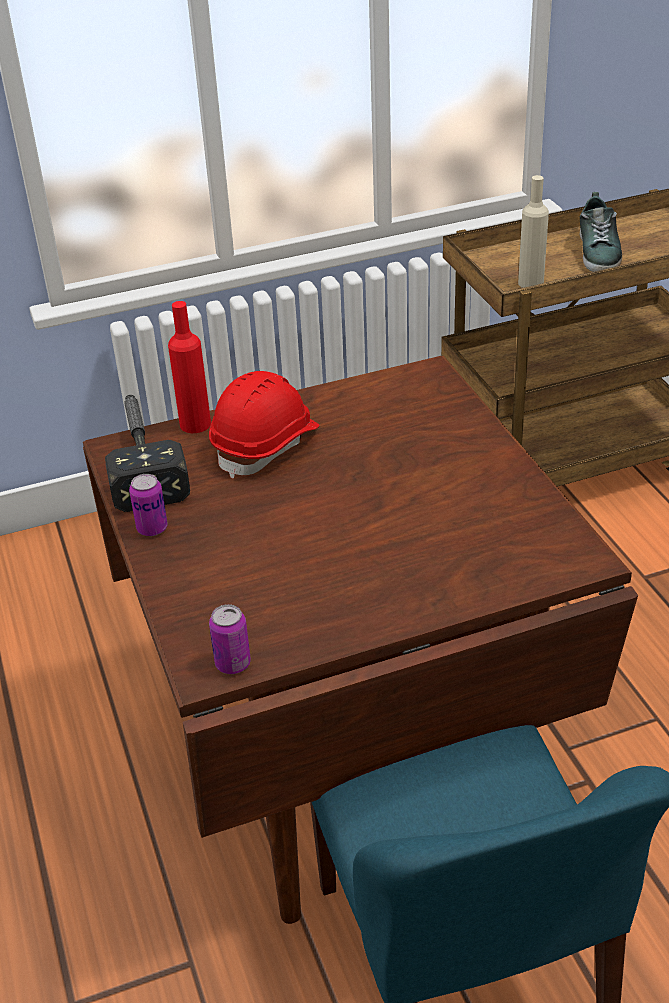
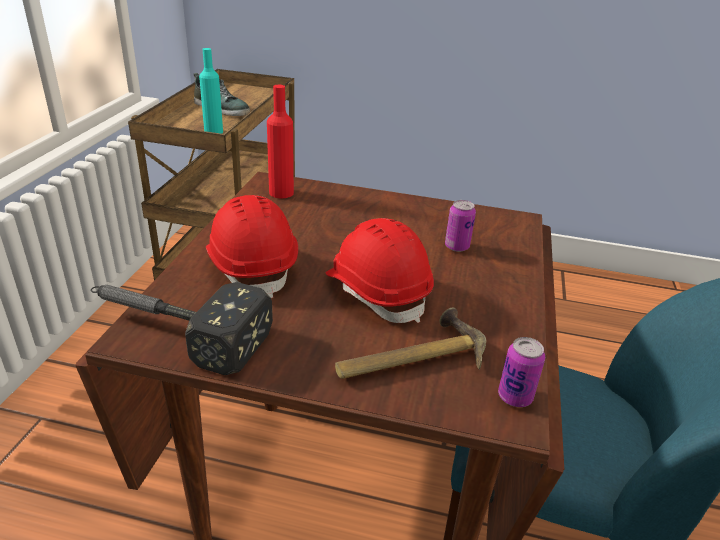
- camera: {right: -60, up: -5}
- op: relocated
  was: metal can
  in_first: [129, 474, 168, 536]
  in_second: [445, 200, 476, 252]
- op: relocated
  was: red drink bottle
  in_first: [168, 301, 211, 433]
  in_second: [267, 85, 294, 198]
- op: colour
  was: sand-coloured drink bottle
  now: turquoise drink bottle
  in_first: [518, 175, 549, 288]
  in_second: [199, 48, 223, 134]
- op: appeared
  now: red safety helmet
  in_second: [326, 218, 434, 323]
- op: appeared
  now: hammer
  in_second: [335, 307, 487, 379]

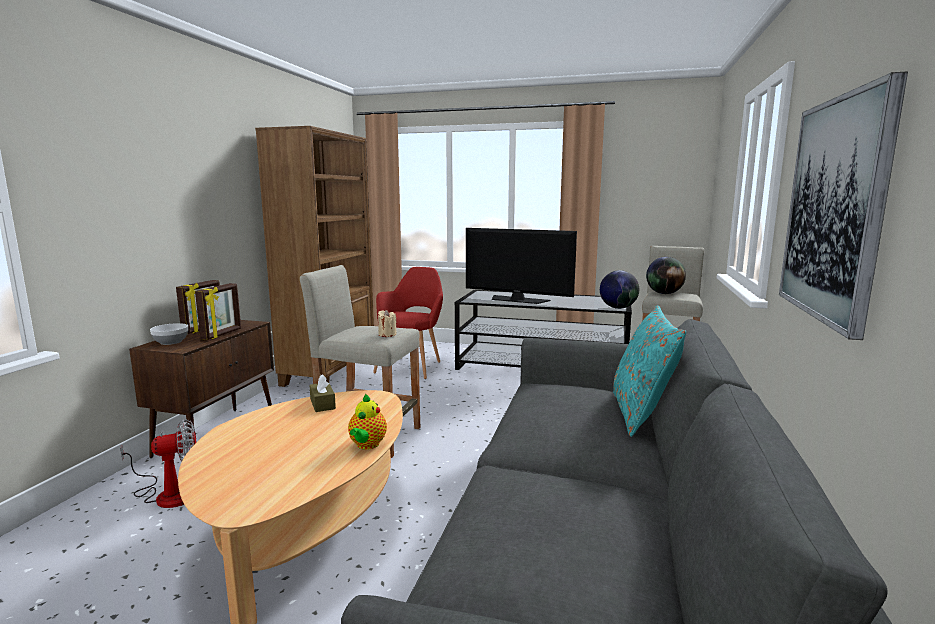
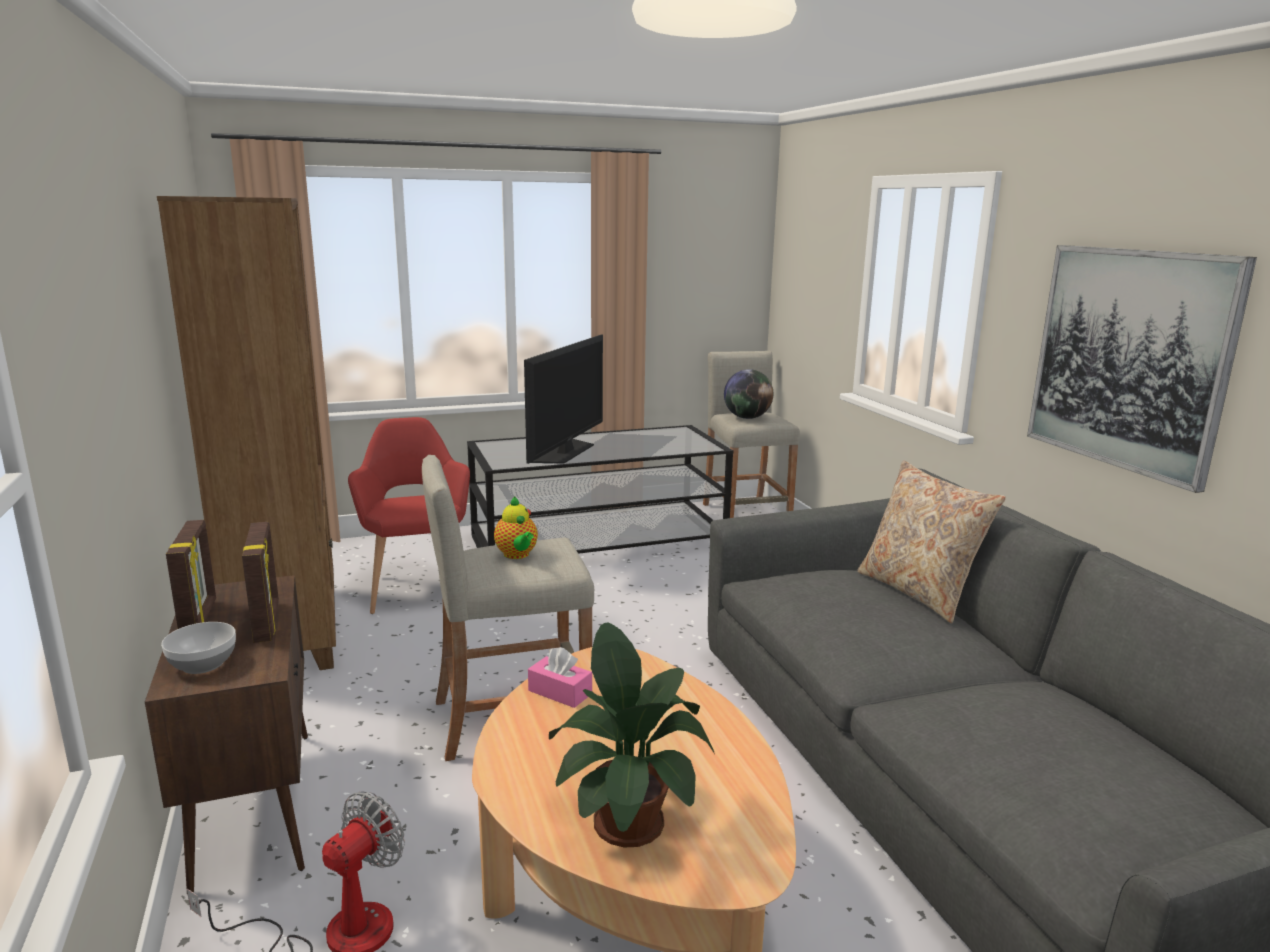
- camera: {right: -35, up: 5}
- op: colour
  was: brown tissue holder
  now: pink-coloured tissue holder
  in_first: [309, 374, 336, 412]
  in_second: [528, 647, 592, 708]
- op: relocated
  was: teapot
  in_first: [348, 394, 387, 450]
  in_second: [494, 497, 538, 559]
- op: missing
  was: sand-coloured wax light
  in_first: [378, 310, 397, 337]
- op: spun
  was: TV set
  in_first: [466, 228, 577, 304]
  in_second: [524, 334, 603, 464]
  clockwise: -60
- op: missing
  was: world globe
  in_first: [600, 270, 639, 309]
- op: colour
  was: turquoise pillow
  now: sand-coloured pillow
  in_first: [613, 305, 686, 437]
  in_second: [857, 460, 1006, 623]
- op: appeared
  now: houseplant
  in_second: [549, 622, 715, 847]

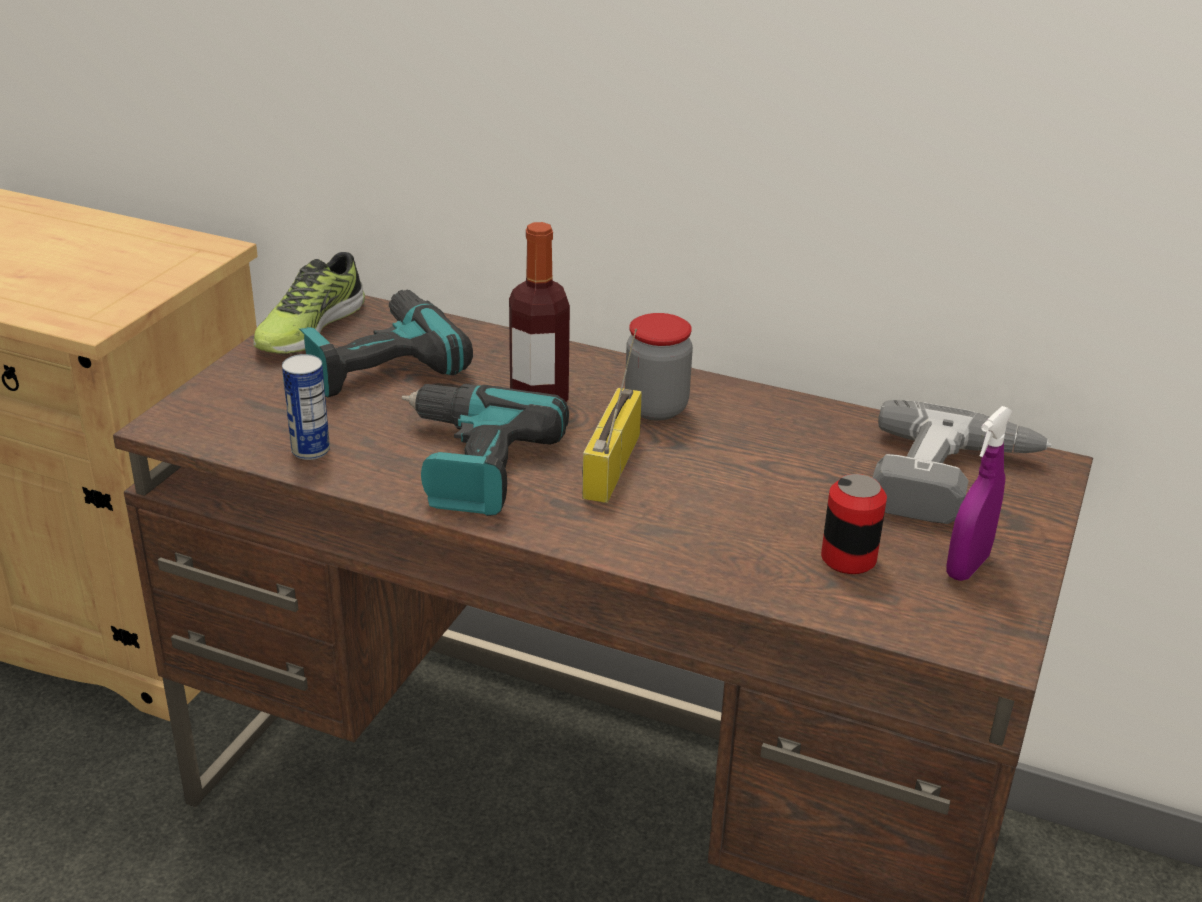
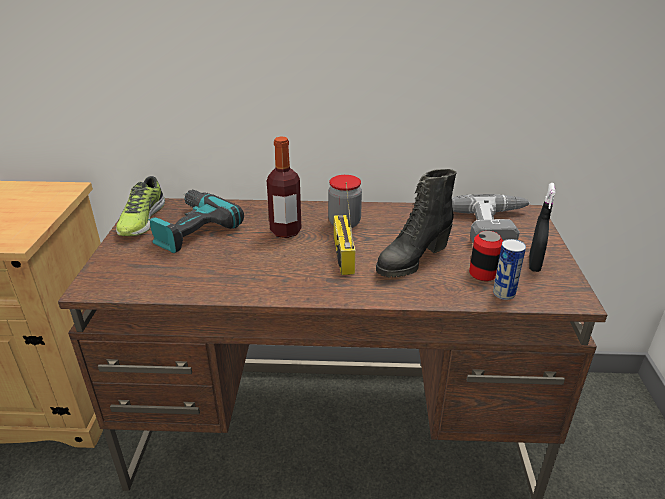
- camera: {right: -20, up: 0}
- op: relocated
  was: metal can
  in_first: [282, 354, 330, 460]
  in_second: [493, 239, 526, 300]
- op: missing
  was: drill
  in_first: [402, 384, 569, 516]
- op: colour
  was: purple spray bottle
  now: black-coloured spray bottle
  in_first: [946, 406, 1013, 581]
  in_second: [529, 183, 556, 272]
- op: appeared
  now: black-coloured tall boot
  in_second: [376, 169, 456, 278]

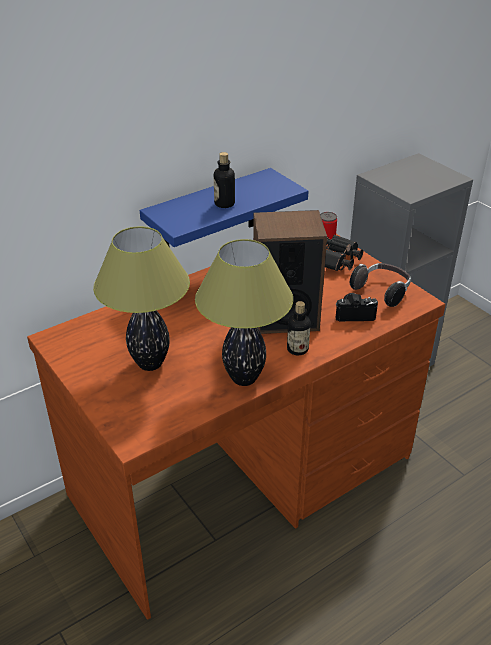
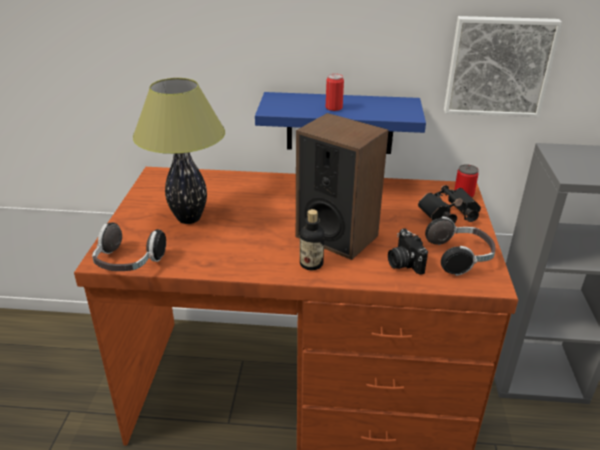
- camera: {right: 40, up: -5}
- op: missing
  was: table lamp
  in_first: [195, 239, 293, 386]
- op: exchanged
  was: drink bottle
  now: metal can
  in_first: [214, 152, 235, 208]
  in_second: [326, 74, 344, 111]
- op: spun
  was: photo camera
  in_first: [336, 293, 378, 321]
  in_second: [388, 229, 428, 275]
  clockwise: -150
- op: appeared
  now: pair of headphones
  in_second: [92, 223, 166, 271]
- op: appeared
  now: wall art
  in_second: [444, 16, 562, 117]

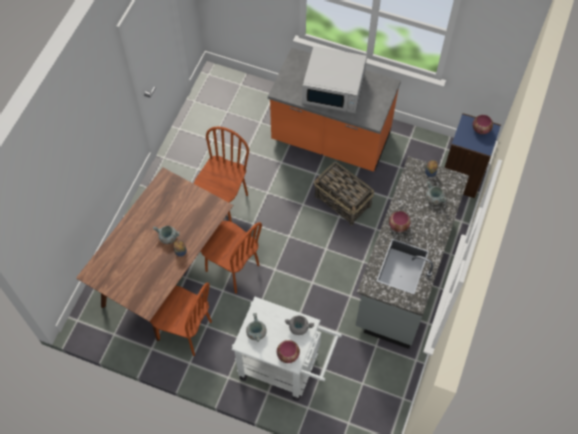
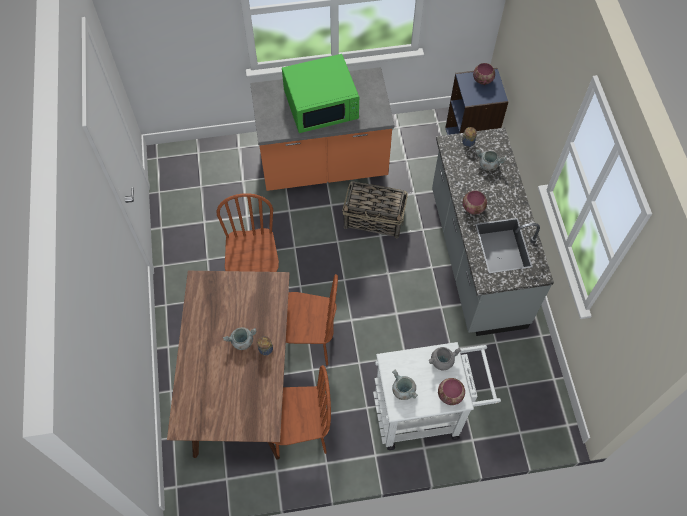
- camera: {right: -30, up: 0}
- op: colour
  was: whitish microwave oven
  now: greenish microwave oven
  in_first: [302, 46, 367, 113]
  in_second: [282, 54, 359, 133]

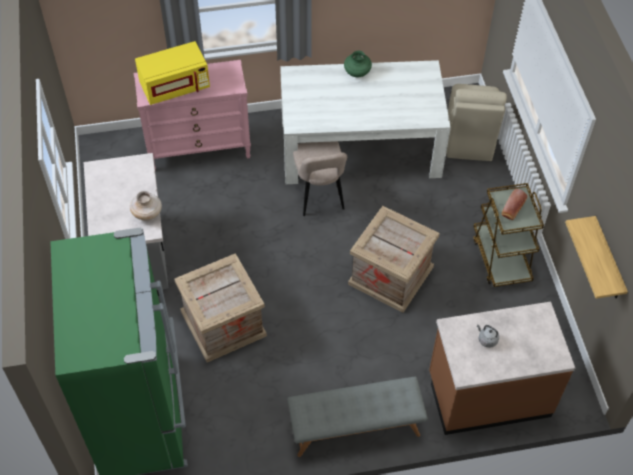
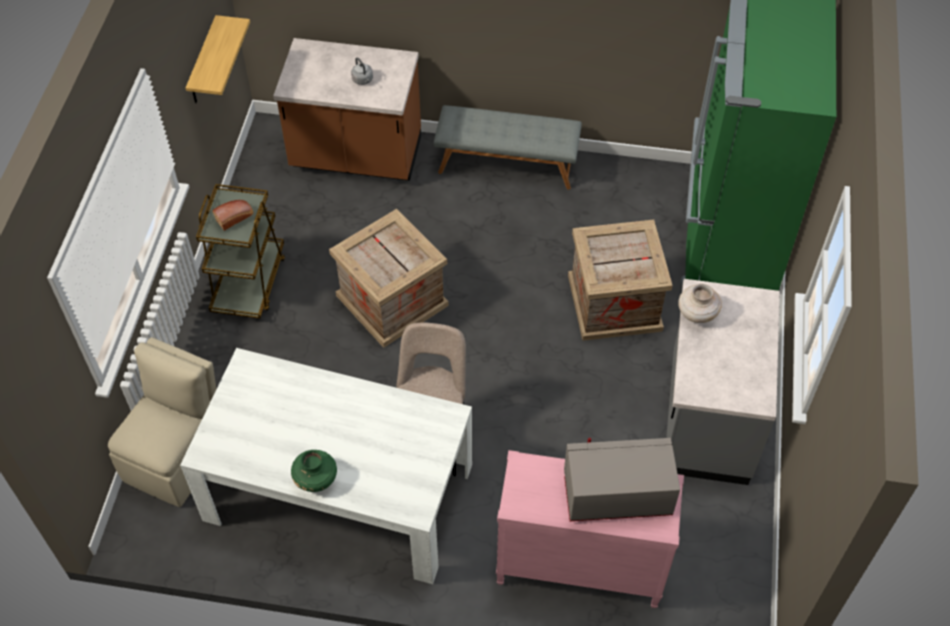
- camera: {right: -160, up: 0}
- op: colour
  was: yellow microwave oven
  now: gray microwave oven
  in_first: [135, 41, 210, 105]
  in_second: [564, 438, 680, 521]

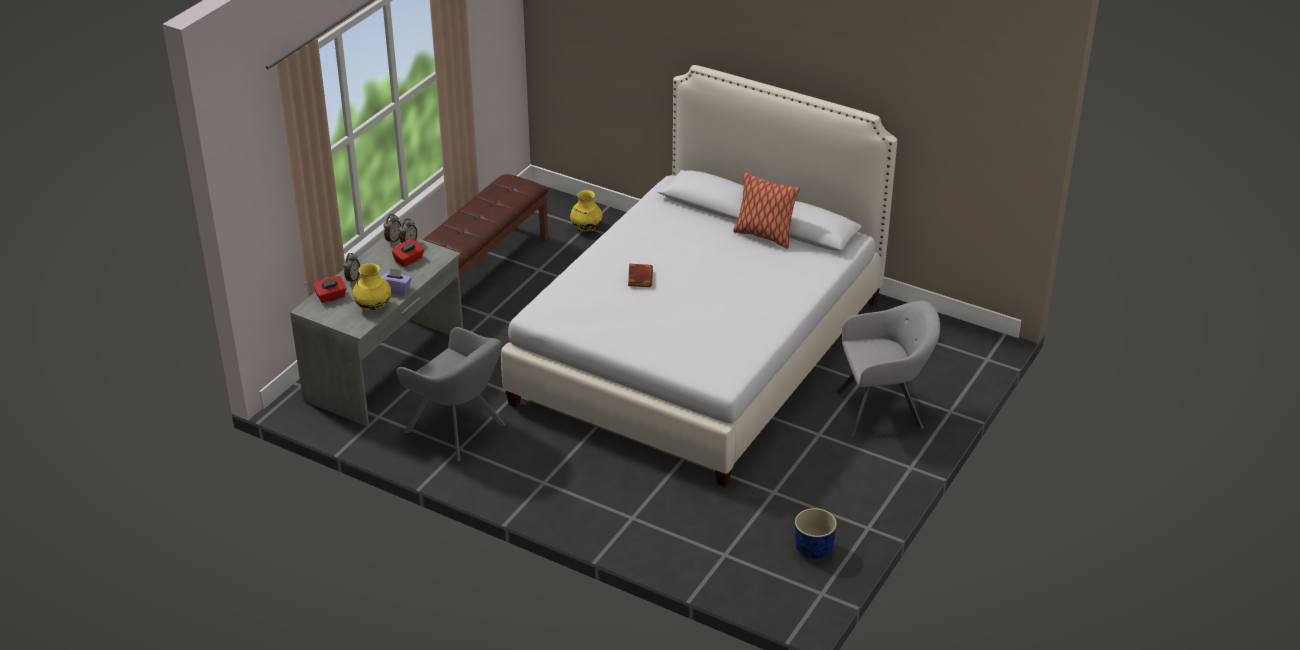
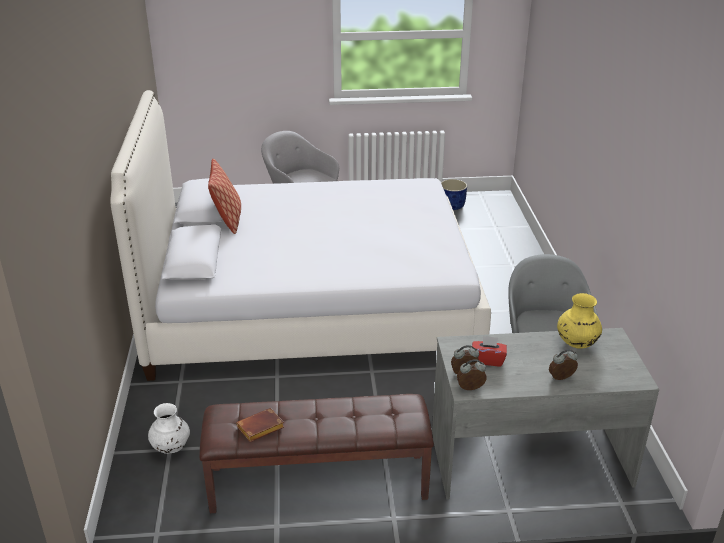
- camera: {right: -125, up: -5}
- op: missing
  was: red tissue holder
  in_first: [313, 276, 347, 303]
- op: missing
  was: purple tissue holder
  in_first: [381, 268, 412, 295]
- op: colour
  was: yellow flower vase
  now: whitish flower vase
  in_first: [570, 190, 603, 231]
  in_second: [148, 403, 190, 454]
- op: relocated
  was: brown volume
  in_first: [628, 264, 653, 287]
  in_second: [236, 408, 284, 442]

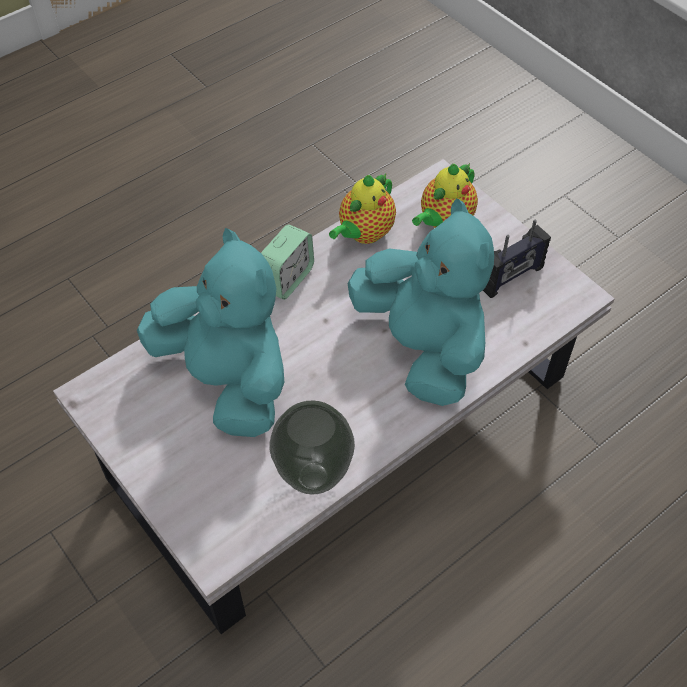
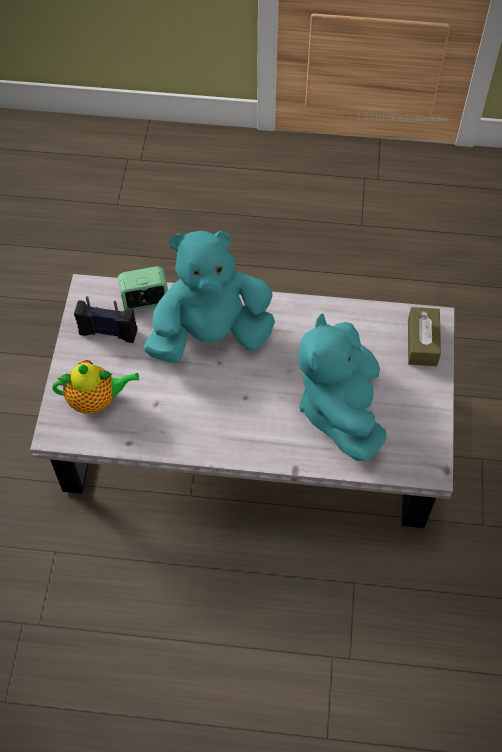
- camera: {right: -135, up: 5}
- op: relocated
  was: table clock
  in_first: [261, 224, 314, 300]
  in_second: [118, 266, 168, 312]
- op: missing
  was: flower vase
  in_first: [269, 401, 355, 494]
- op: missing
  was: teapot
  in_first: [329, 174, 396, 244]
- op: spun
  was: turquoise plush toy
  in_first: [348, 199, 494, 406]
  in_second: [144, 231, 275, 363]
  clockwise: 60
- op: appeared
  now: brown tissue holder
  in_second: [408, 307, 441, 366]

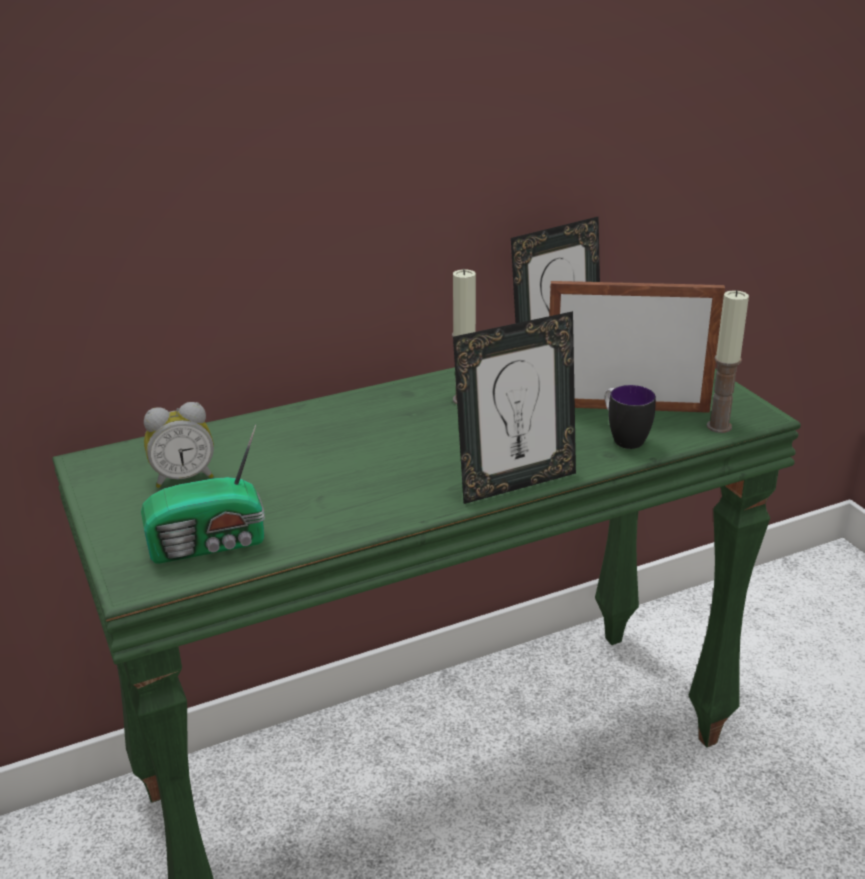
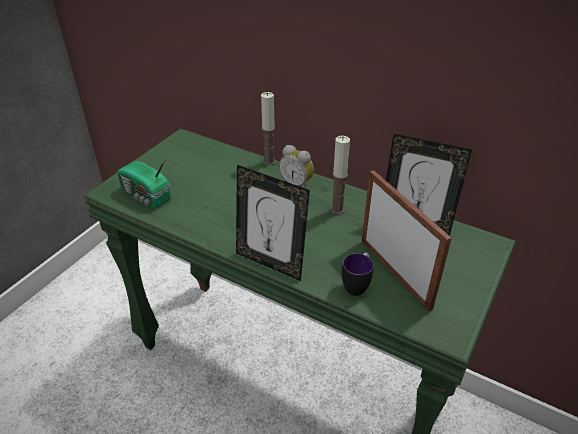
- camera: {right: 55, up: 10}
- op: relocated
  was: table clock
  in_first: [144, 402, 214, 488]
  in_second: [279, 145, 314, 189]
- op: relocated
  was: wax light
  in_first: [707, 290, 749, 433]
  in_second: [261, 92, 276, 165]

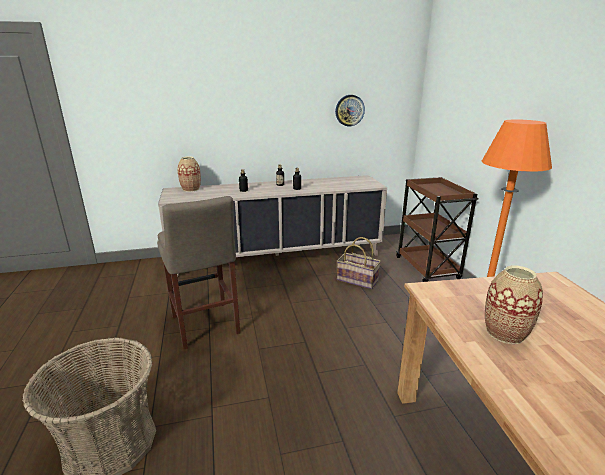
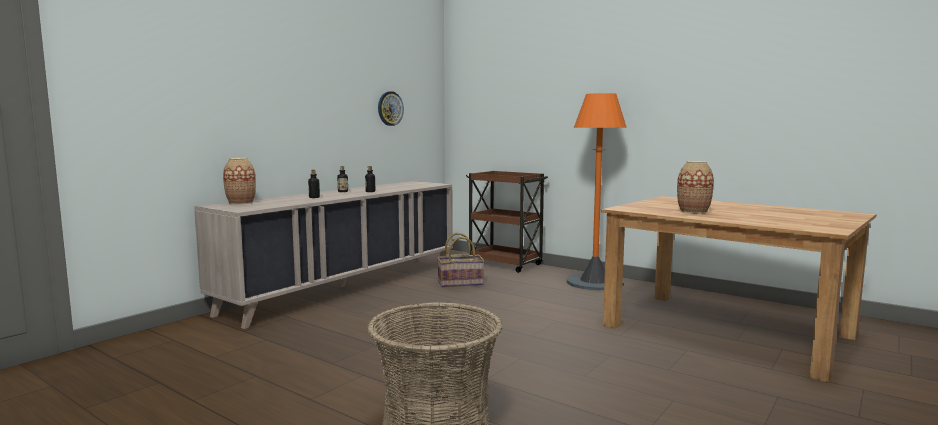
- camera: {right: -40, up: -15}
- op: missing
  was: sand-coloured stool seat
  in_first: [157, 196, 240, 349]

